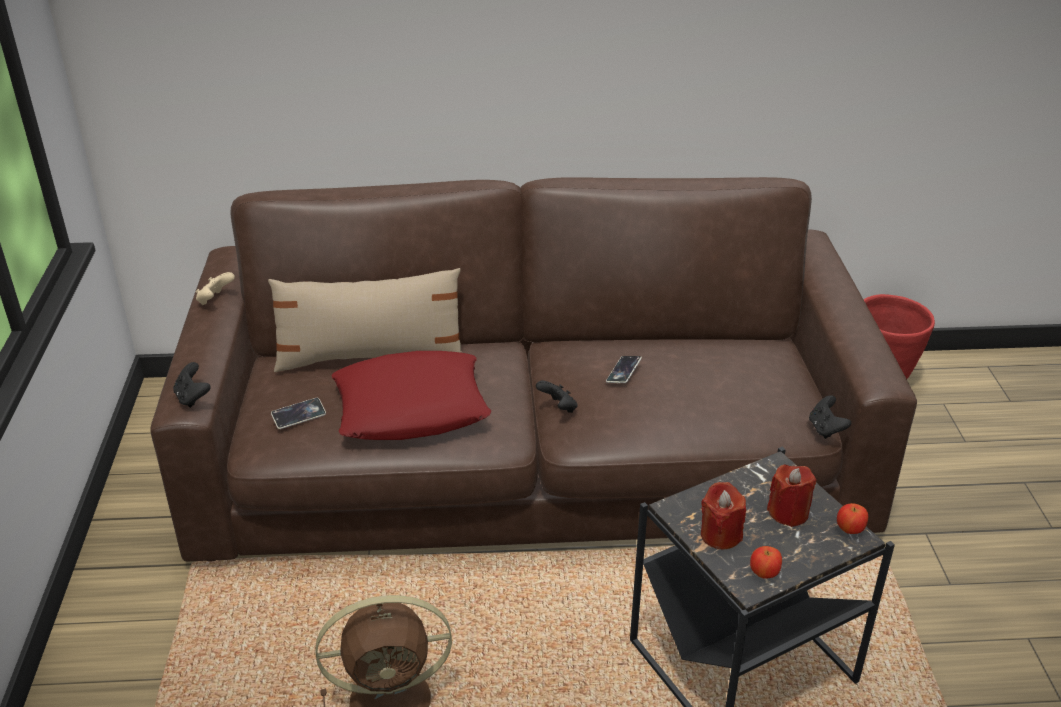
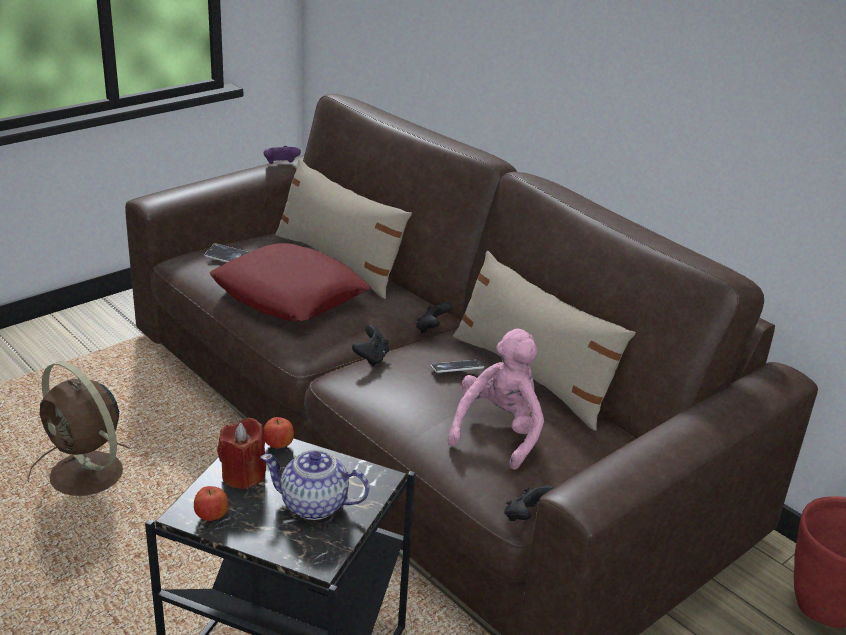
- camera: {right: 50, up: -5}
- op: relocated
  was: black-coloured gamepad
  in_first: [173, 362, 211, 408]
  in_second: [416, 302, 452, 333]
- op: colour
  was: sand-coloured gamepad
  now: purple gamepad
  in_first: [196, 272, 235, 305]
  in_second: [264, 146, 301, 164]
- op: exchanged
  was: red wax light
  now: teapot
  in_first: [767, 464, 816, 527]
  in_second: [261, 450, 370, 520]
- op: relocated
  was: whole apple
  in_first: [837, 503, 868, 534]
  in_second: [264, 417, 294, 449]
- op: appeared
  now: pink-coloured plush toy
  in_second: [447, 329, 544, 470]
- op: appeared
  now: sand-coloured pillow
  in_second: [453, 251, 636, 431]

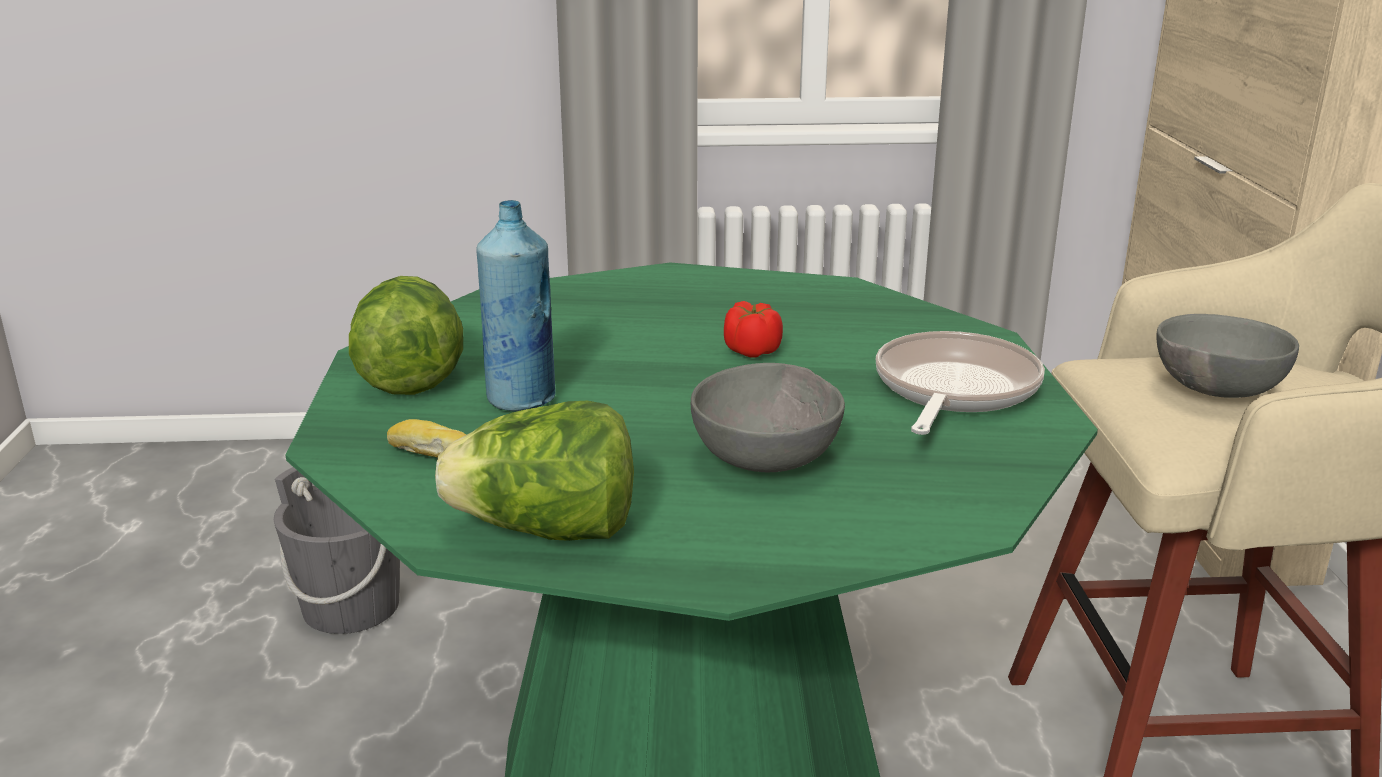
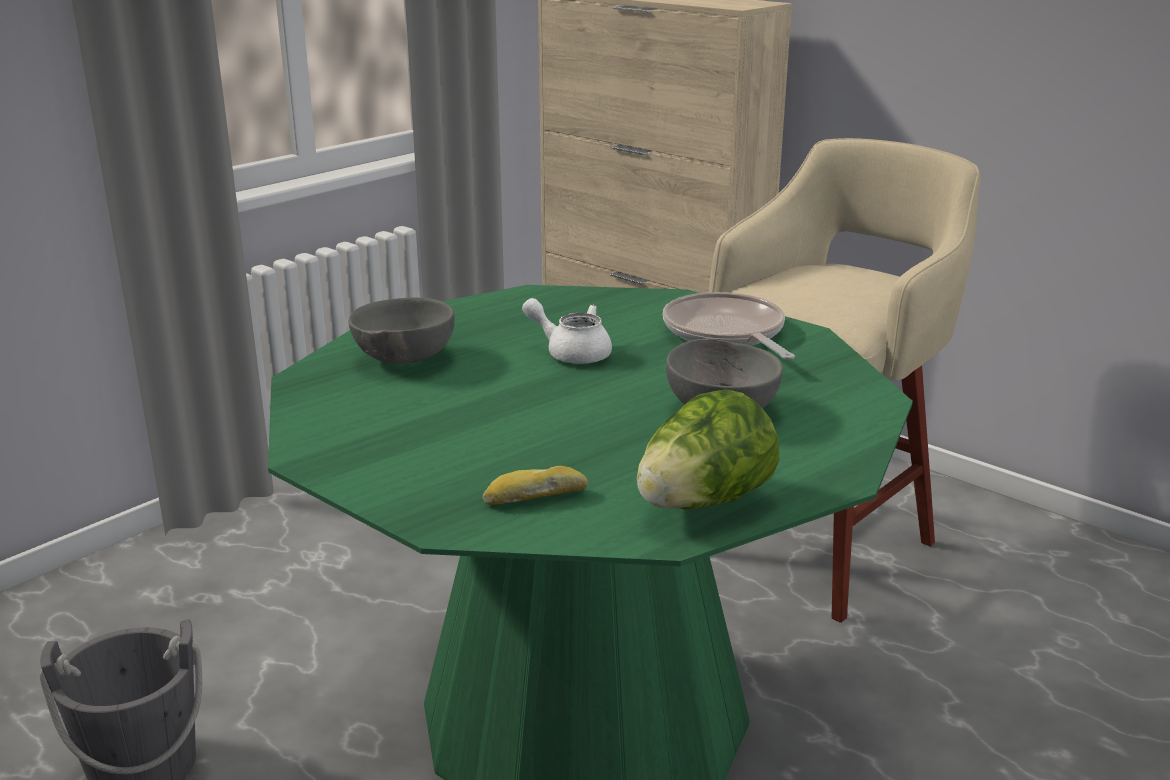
- camera: {right: -45, up: 0}
- op: missing
  was: head of lettuce
  in_first: [349, 276, 463, 395]
- op: missing
  was: bluish drink bottle
  in_first: [476, 200, 556, 412]
- op: exchanged
  was: fresh tomato
  now: whitish teapot
  in_first: [724, 301, 783, 358]
  in_second: [522, 298, 612, 364]
- op: relocated
  was: gray serving bowl
  in_first: [1156, 314, 1299, 398]
  in_second: [348, 298, 455, 364]

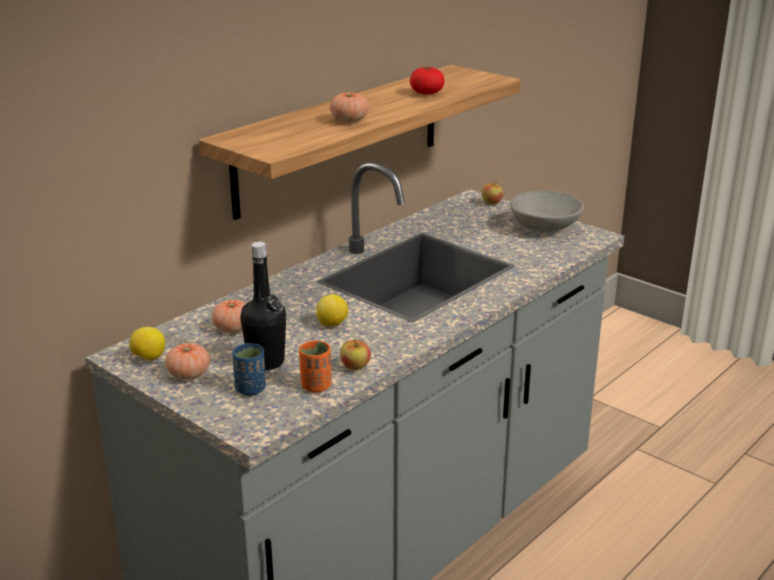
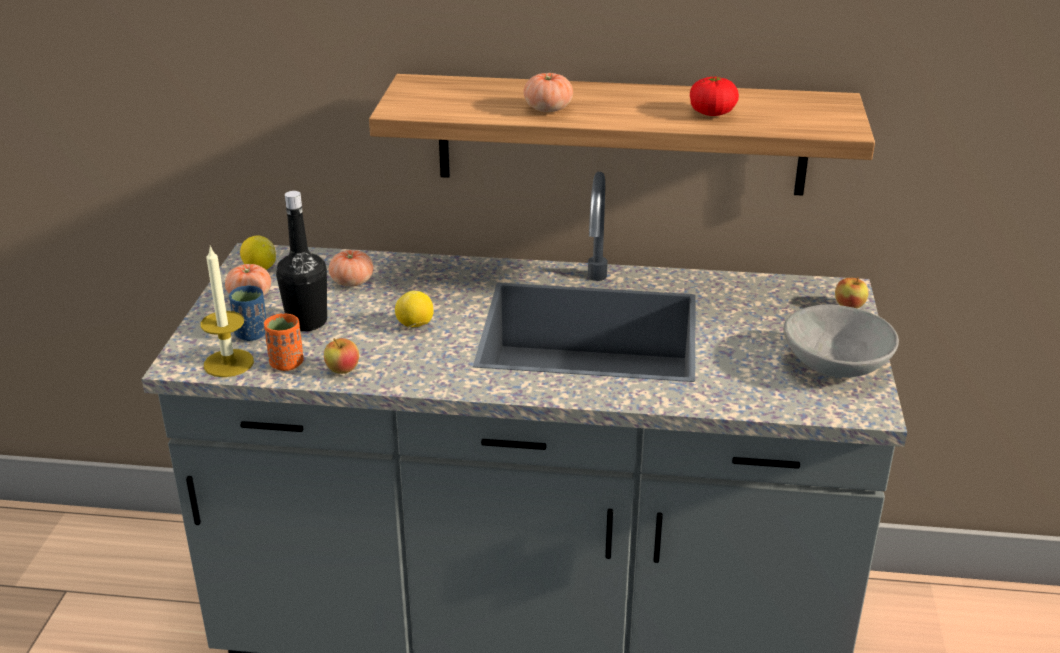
- camera: {right: 55, up: 5}
- op: appeared
  now: wax light
  in_second: [201, 246, 254, 377]

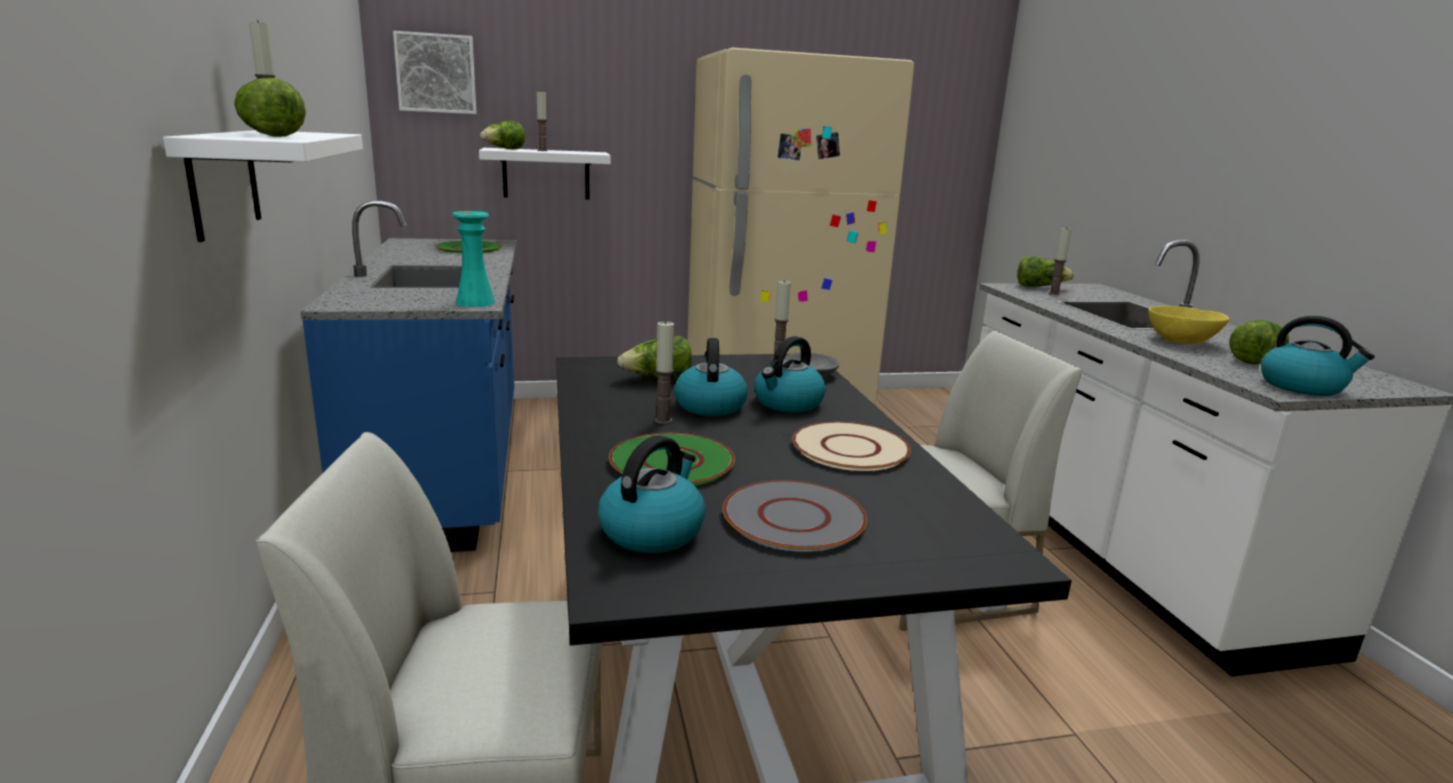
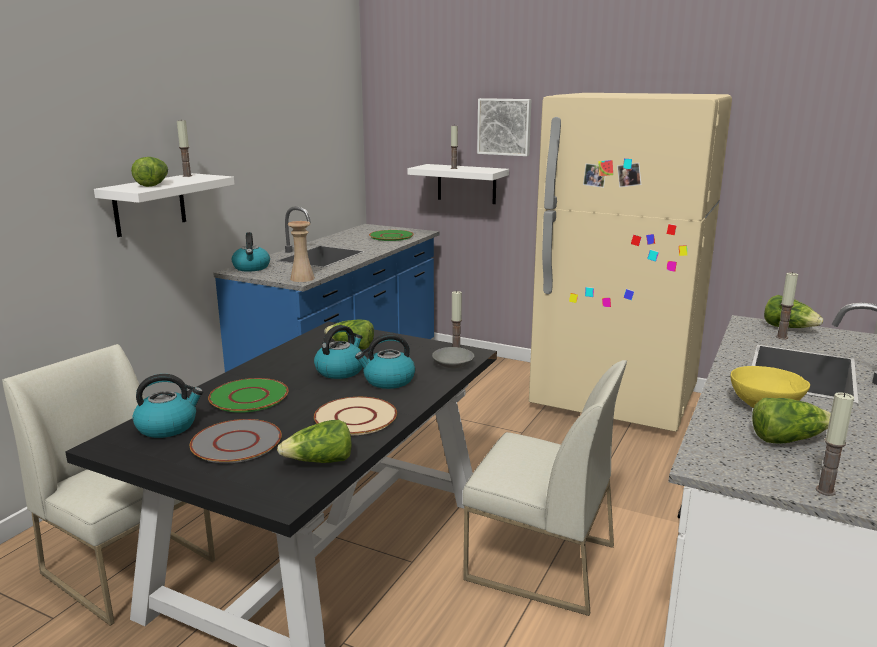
- camera: {right: 40, up: 0}
- op: relocated
  was: wall art
  in_first: [393, 31, 477, 114]
  in_second: [477, 98, 532, 156]
- op: colour
  was: turquoise flower vase
  now: sand-coloured flower vase
  in_first: [452, 211, 495, 307]
  in_second: [288, 221, 315, 282]
- op: relocated
  was: head of lettuce
  in_first: [480, 121, 525, 149]
  in_second: [277, 420, 352, 463]
- op: relocated
  was: wax light
  in_first: [655, 320, 674, 424]
  in_second: [816, 392, 854, 496]
- op: relocated
  was: kettle
  in_first: [1261, 316, 1375, 396]
  in_second: [232, 232, 270, 272]

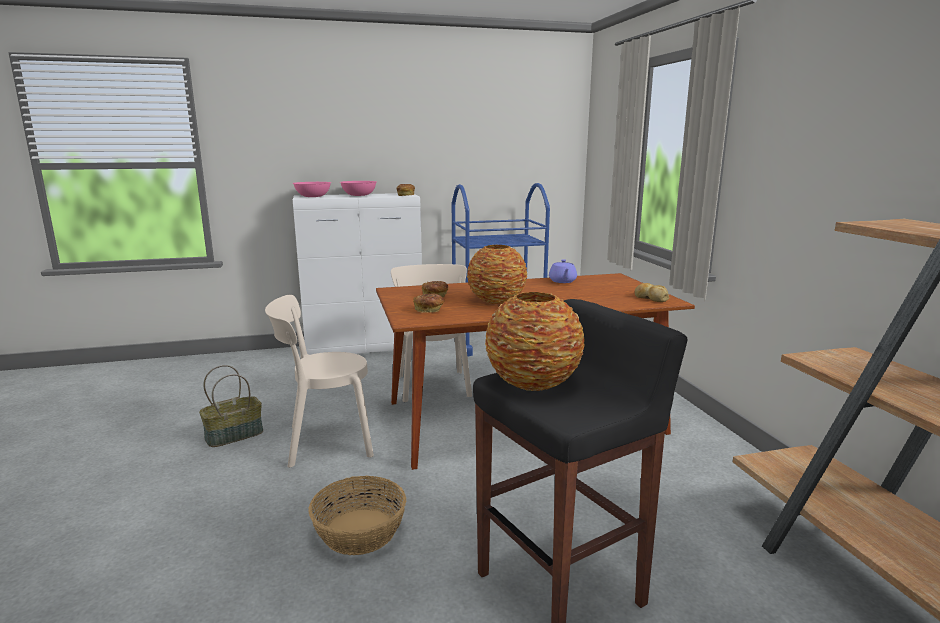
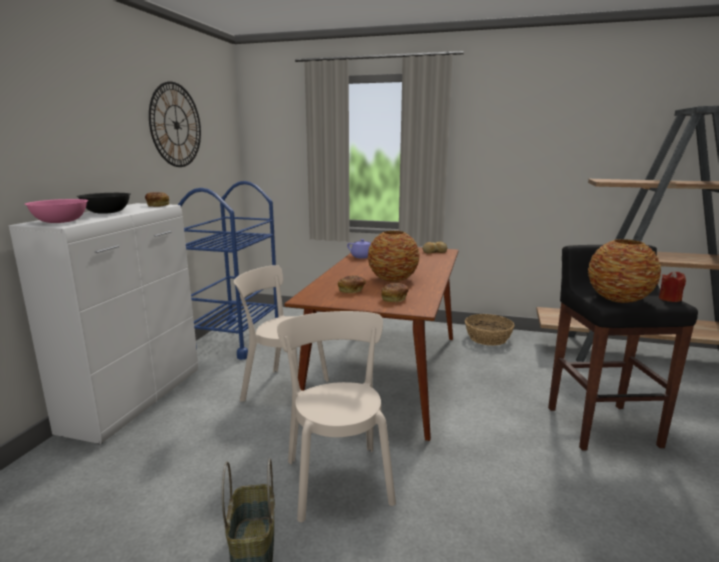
- camera: {right: -60, up: 0}
- op: spun
  was: sand-coloured plain chair
  in_first: [265, 295, 374, 468]
  in_second: [277, 311, 396, 522]
  clockwise: 150
- op: relocated
  was: household basket
  in_first: [308, 476, 406, 555]
  in_second: [465, 314, 515, 346]
- op: colour
  was: pink-coloured serving bowl
  now: black-coloured serving bowl
  in_first: [340, 181, 377, 196]
  in_second: [77, 193, 131, 214]
- op: appeared
  now: hanging clock
  in_second: [149, 81, 201, 167]
- op: appeared
  now: red wax light
  in_second: [659, 271, 686, 302]

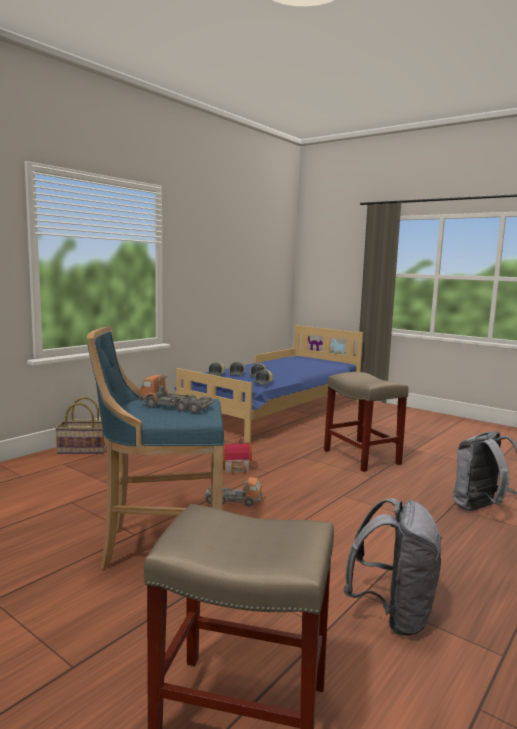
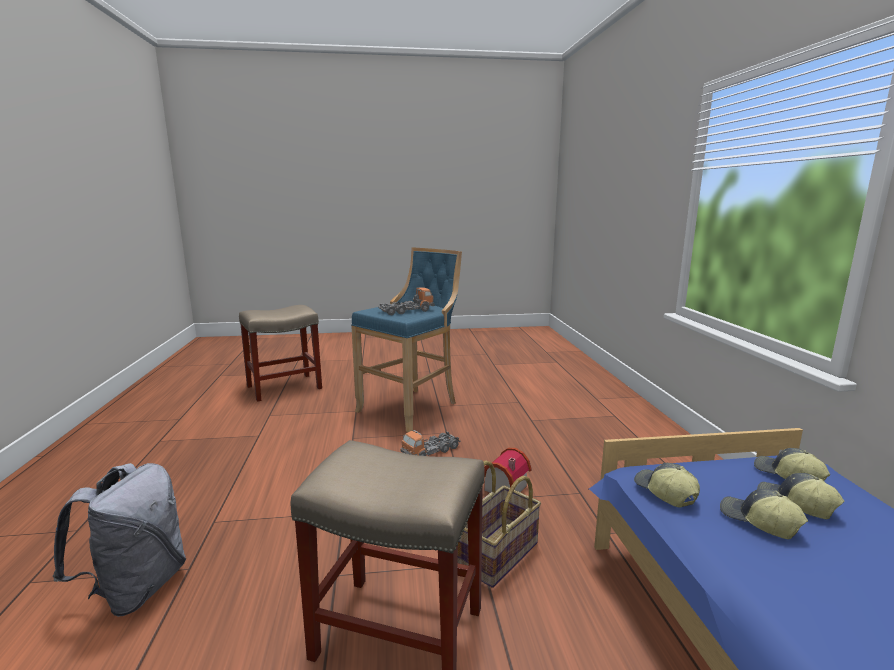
- camera: {right: 135, up: 5}
- op: relocated
  was: household basket
  in_first: [55, 397, 107, 454]
  in_second: [458, 461, 541, 588]
- op: missing
  was: gray knapsack
  in_first: [344, 498, 443, 636]

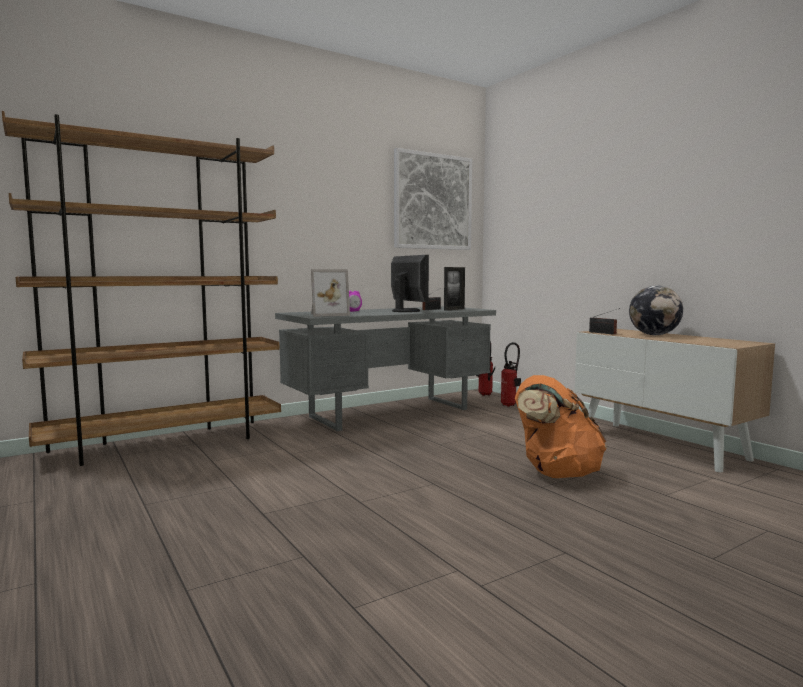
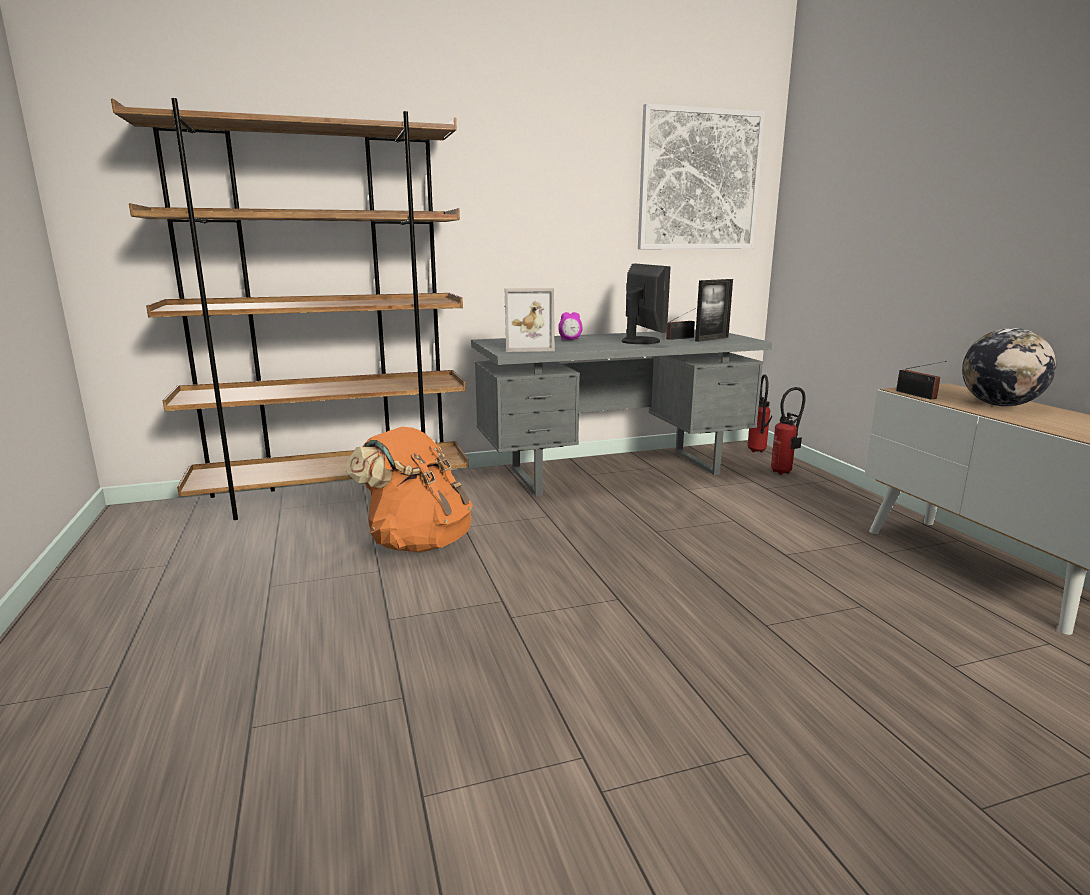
- camera: {right: 15, up: 10}
- op: relocated
  was: orange knapsack
  in_first: [515, 375, 607, 478]
  in_second: [346, 427, 473, 552]

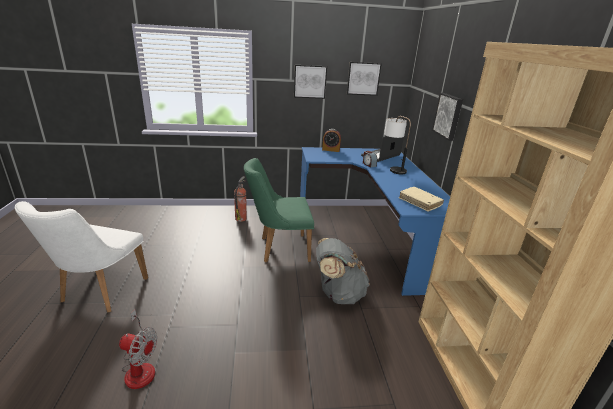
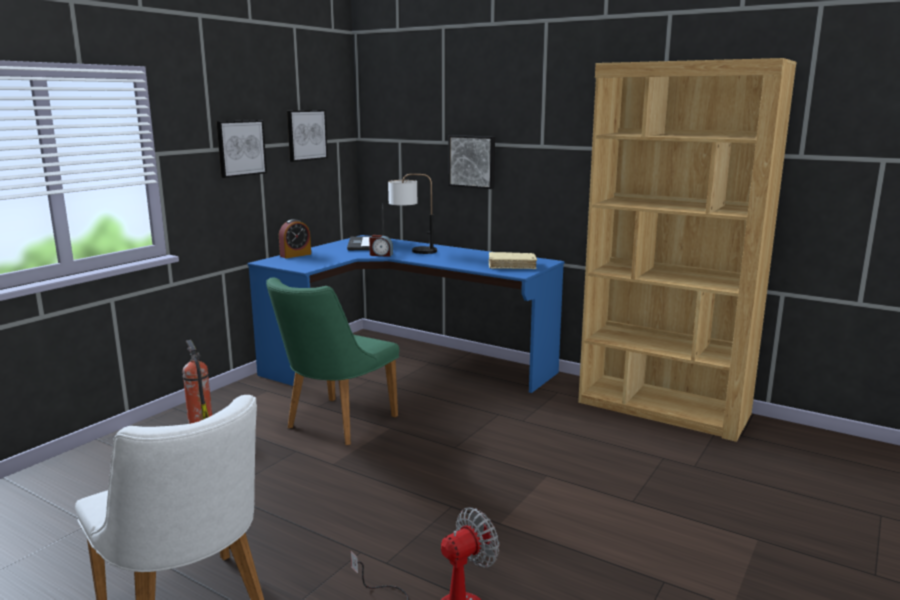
- camera: {right: -50, up: -10}
- op: missing
  was: gray knapsack
  in_first: [316, 238, 370, 304]

